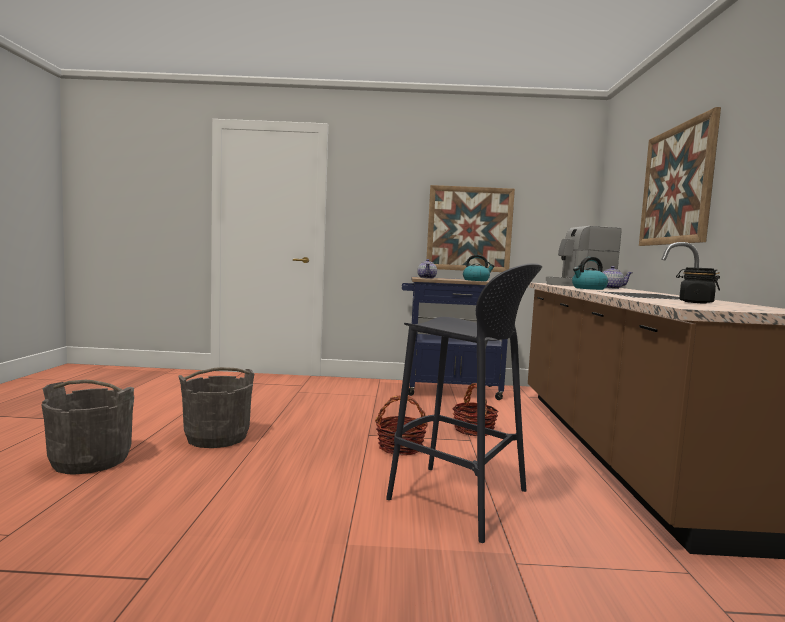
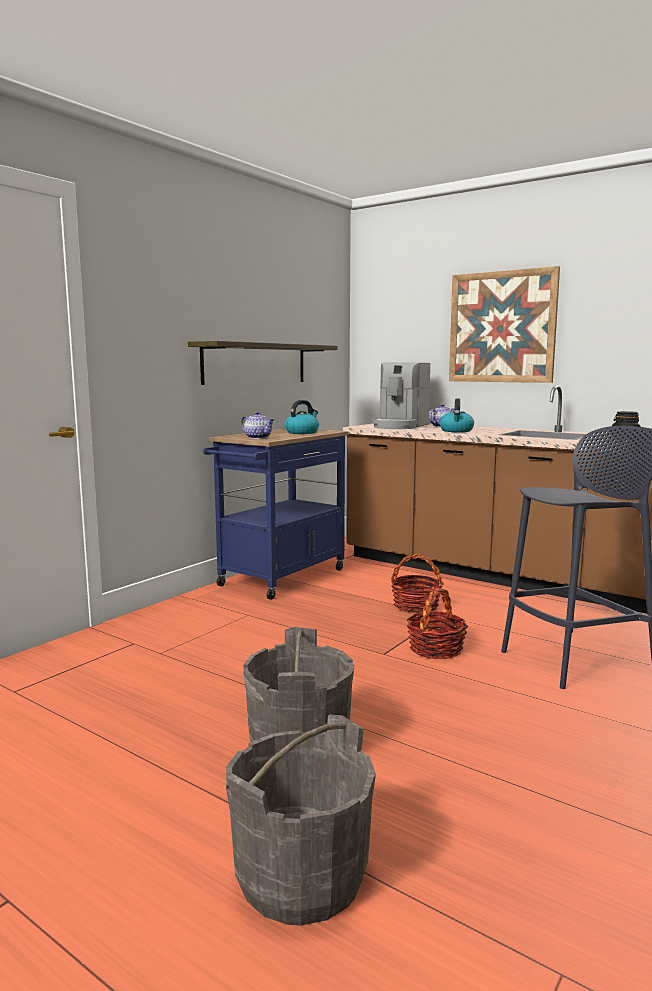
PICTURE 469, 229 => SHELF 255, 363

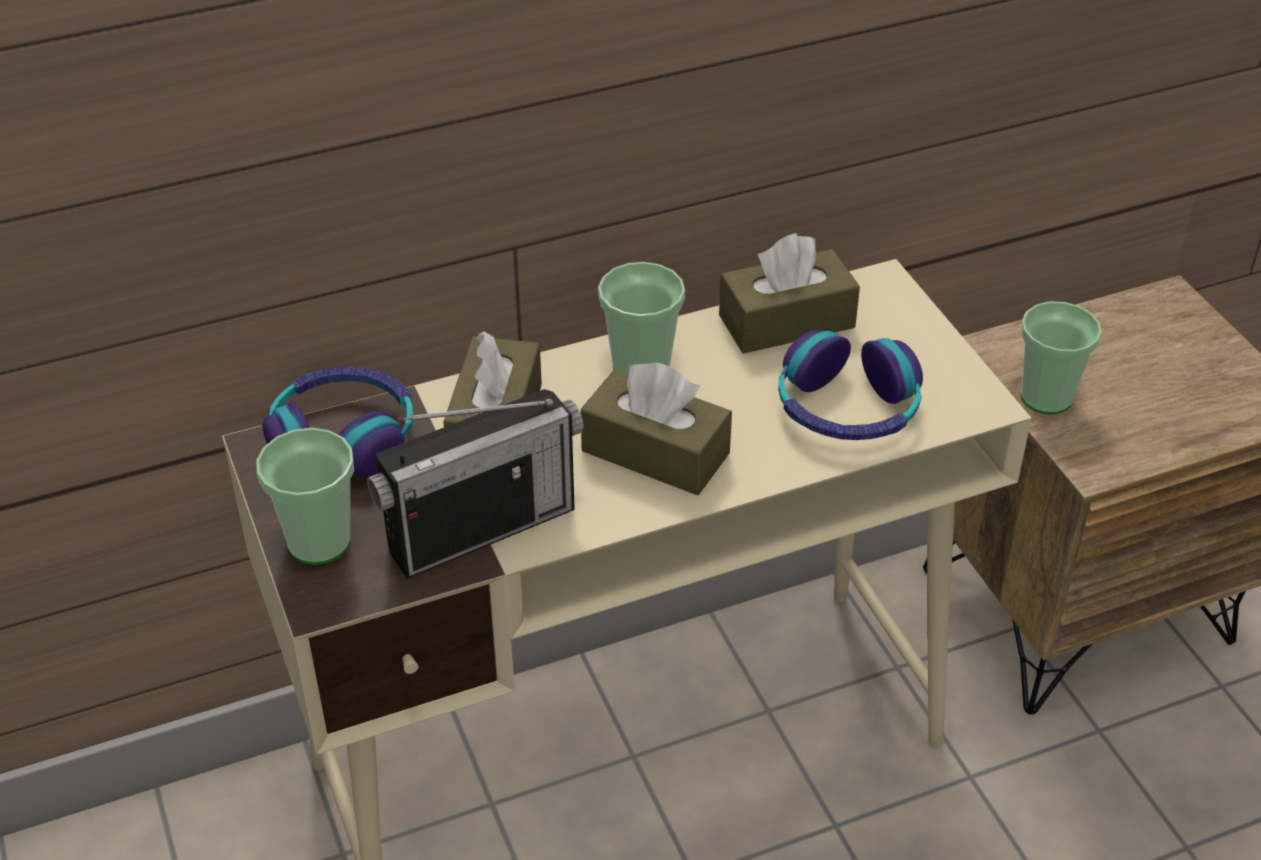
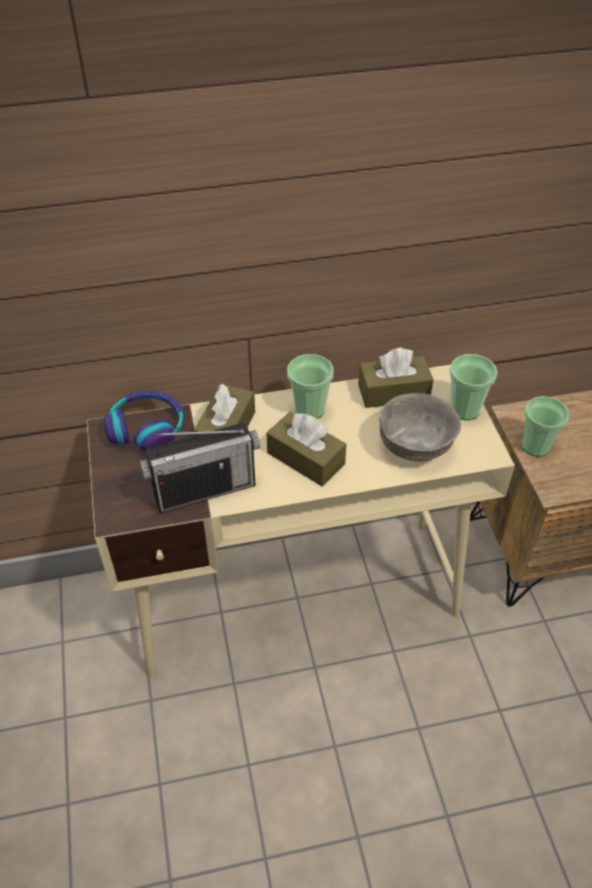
HEADPHONES 847, 408 => GREY BOWL 414, 446
CUP 319, 542 => CUP 465, 409, move

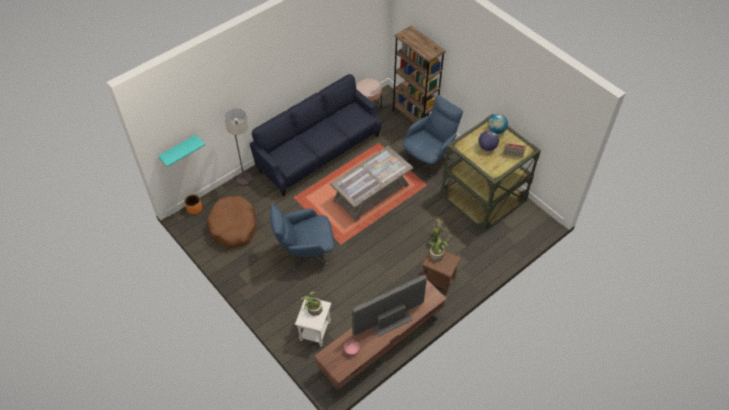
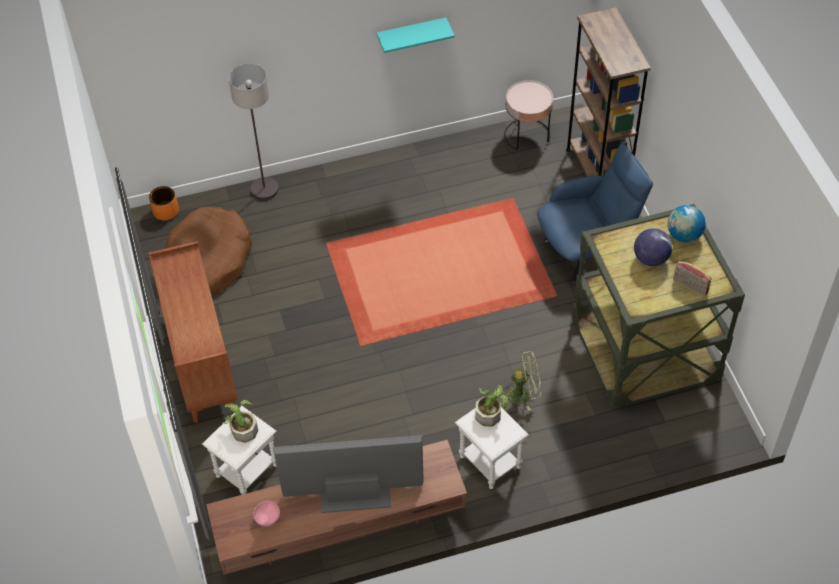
BLUE SOFA 318, 151 => nothing
TURQUOISE SHELF 178, 150 => TURQUOISE SHELF 411, 34, move
COFFEE TABLE 371, 193 => nothing
BLUE ARMCHAIR 306, 252 => nothing
BROWN SIDE TABLE 438, 280 => WHITE SIDE TABLE 489, 462
nothing => BROWN CABINET 202, 363

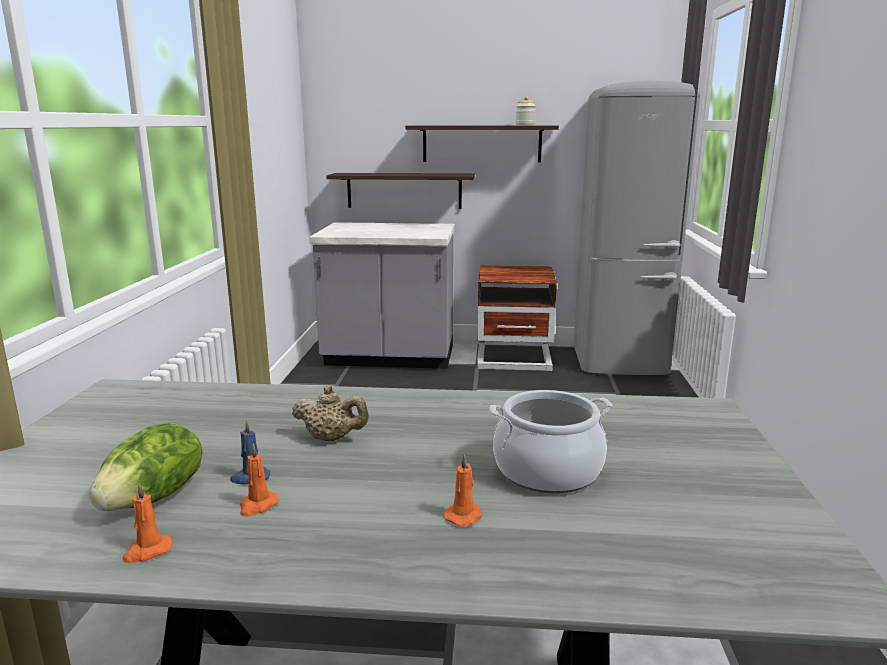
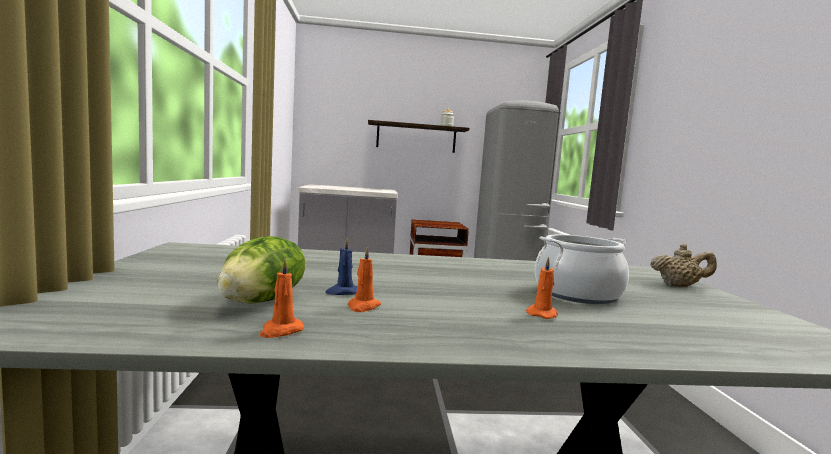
SHELF 404, 190 => nothing
BEIGE TEAPOT 331, 438 => BEIGE TEAPOT 679, 286, move

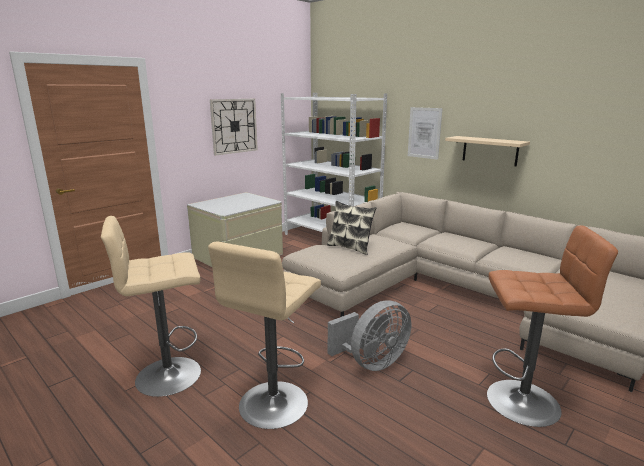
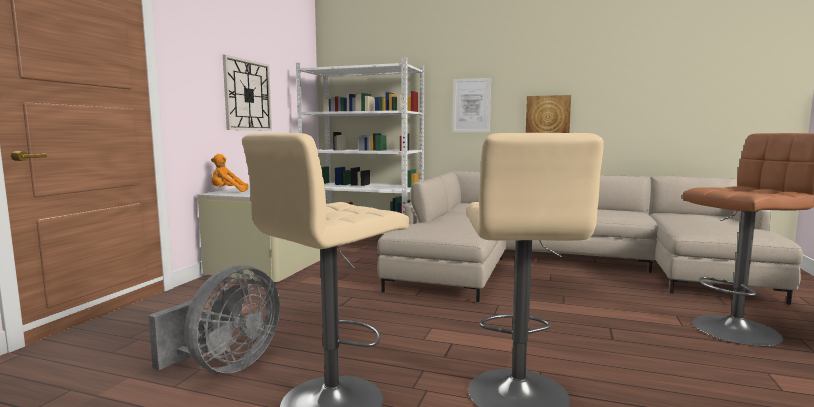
BEIGE SHELF 490, 150 => PICTURE 548, 117
PILLOW 350, 247 => nothing
GREY FAN 372, 363 => GREY FAN 226, 366, move
nothing => ORANGE PLUSH TOY 227, 192

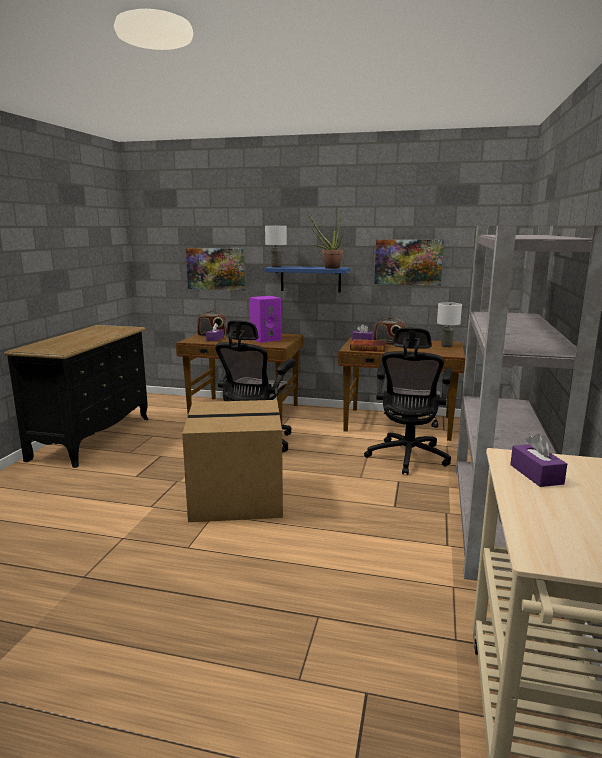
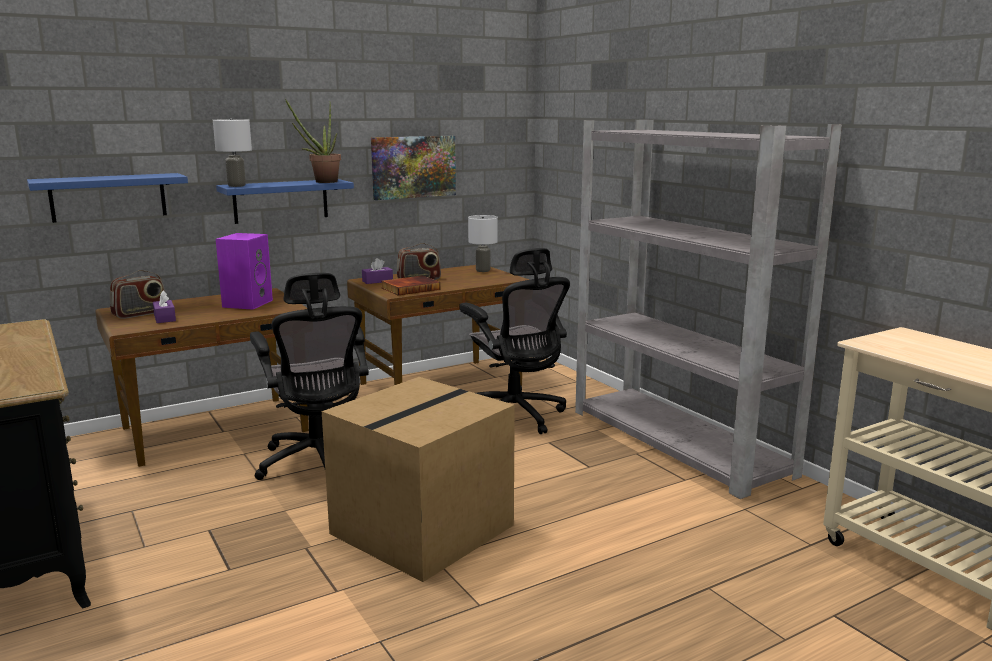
PICTURE 216, 268 => BLUE SHELF 108, 197
PURPLE TISSUE BOX 536, 474 => nothing

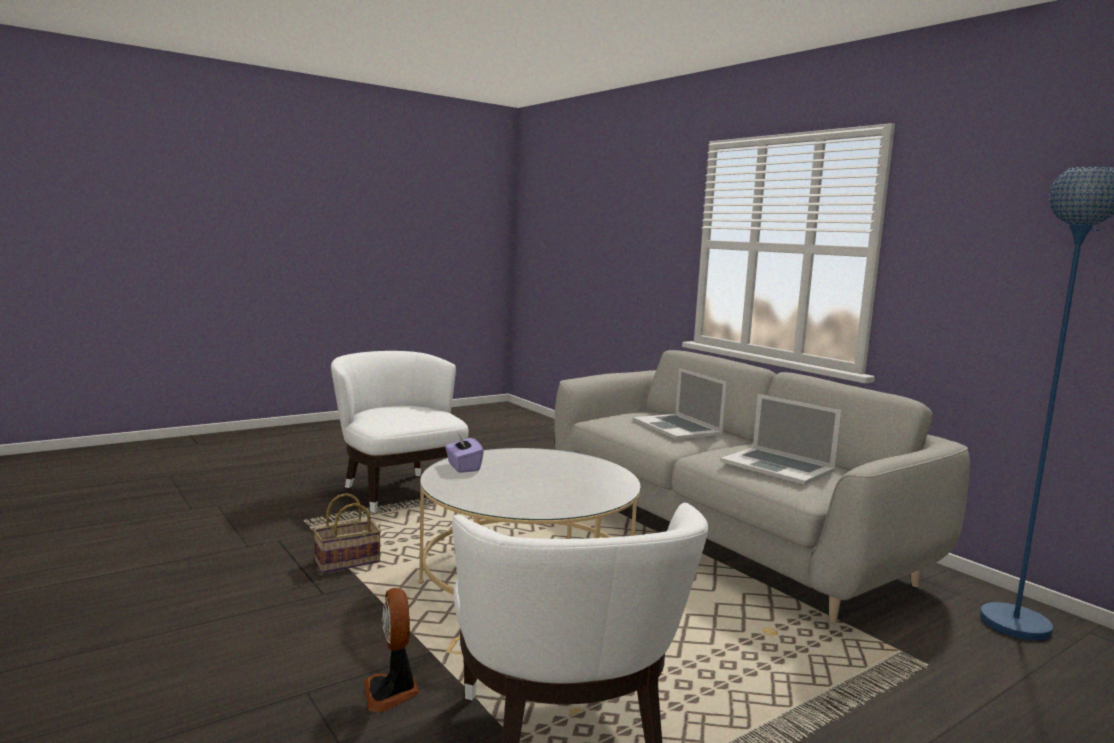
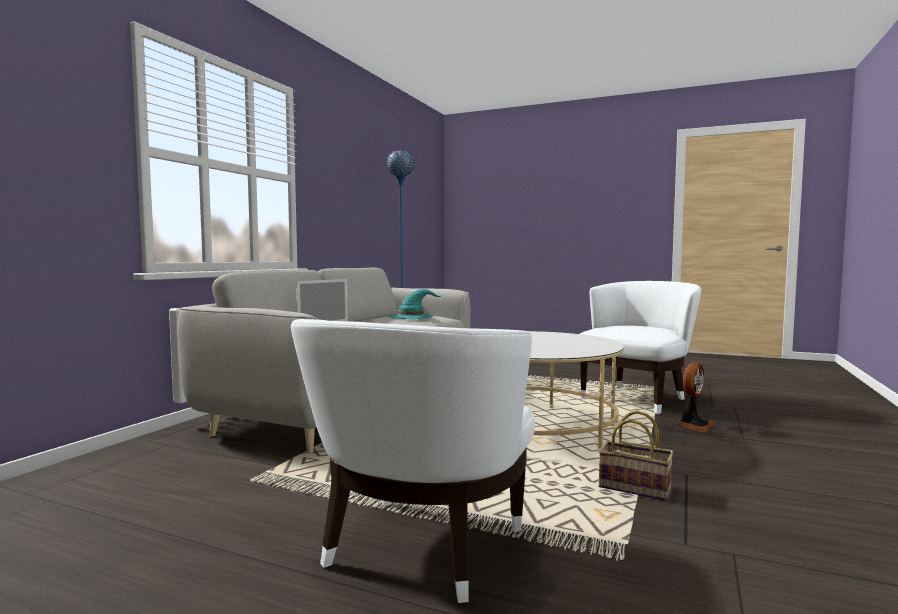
LAPTOP 777, 466 => TURQUOISE HAT 411, 316
PURPLE TISSUE BOX 463, 467 => nothing

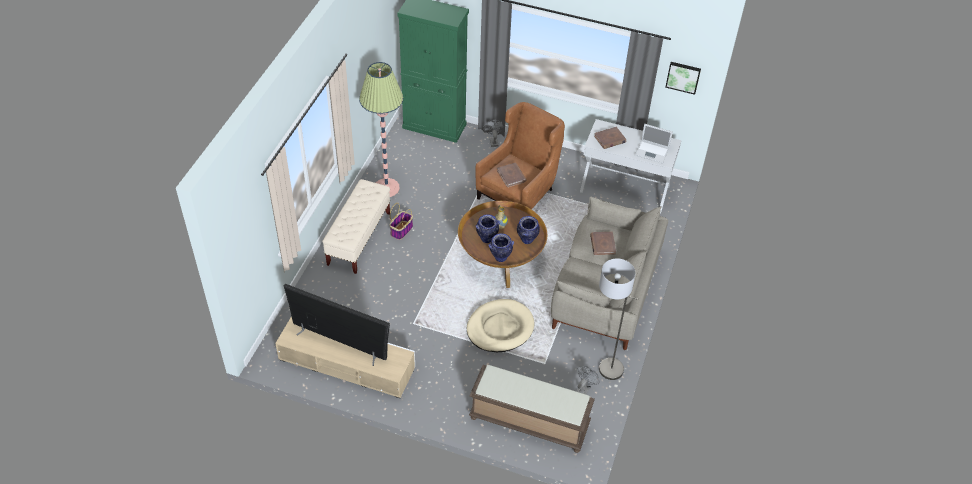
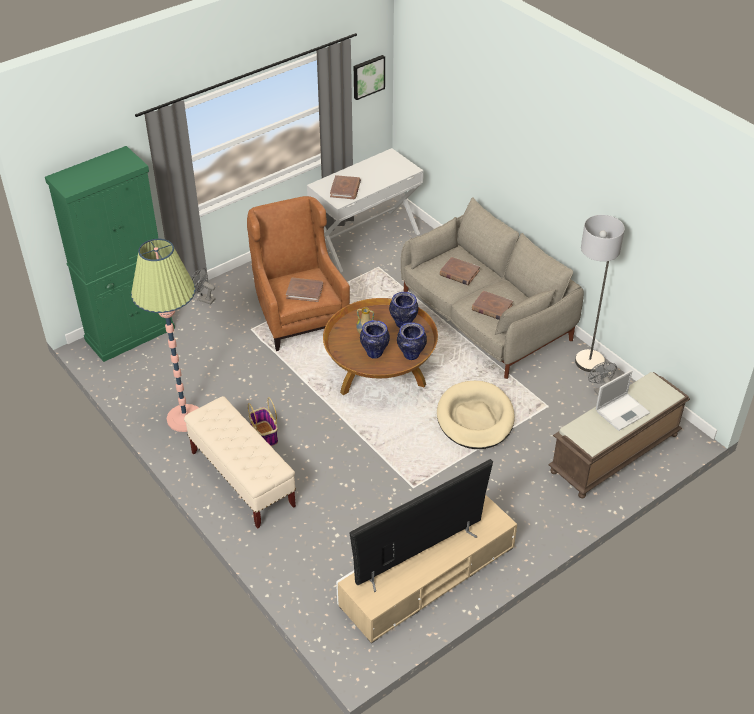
LAPTOP 652, 152 => LAPTOP 623, 411, move
nothing => BROWN BOOK 491, 307

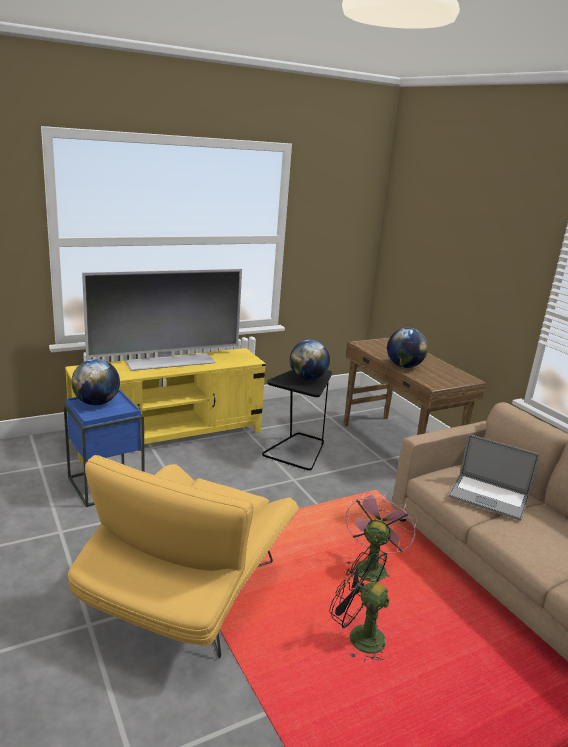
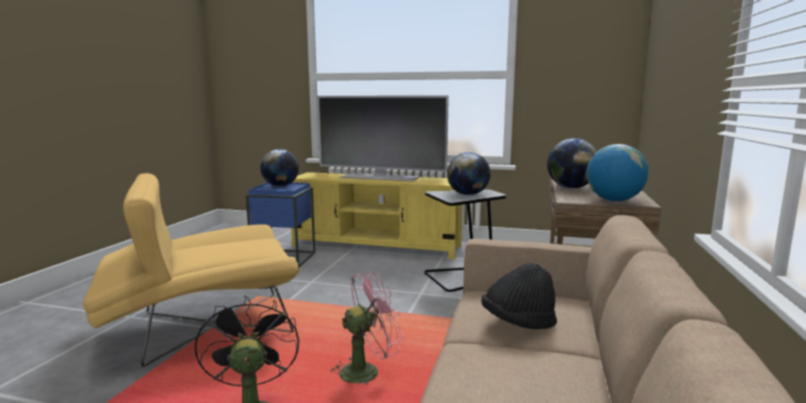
LAPTOP 488, 497 => BLACK HAT 518, 323
nothing => GLOBE 614, 200

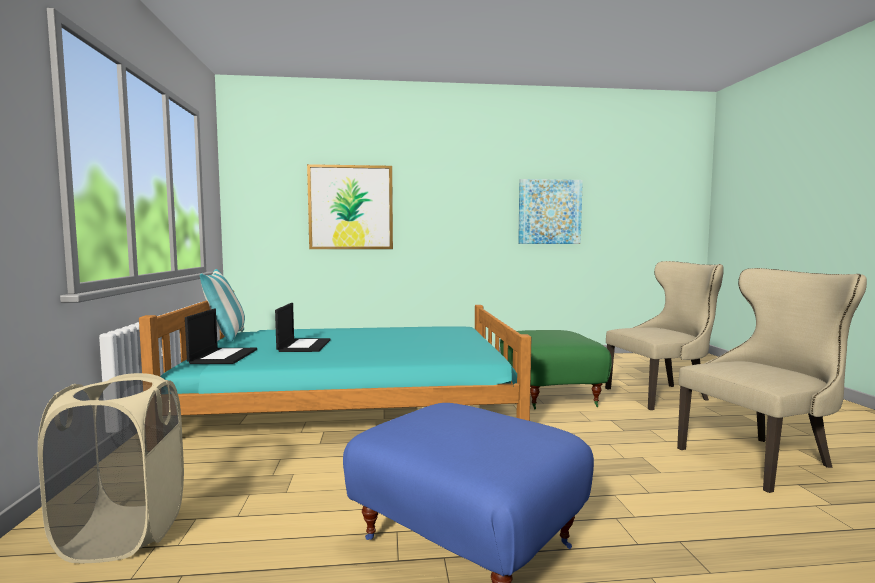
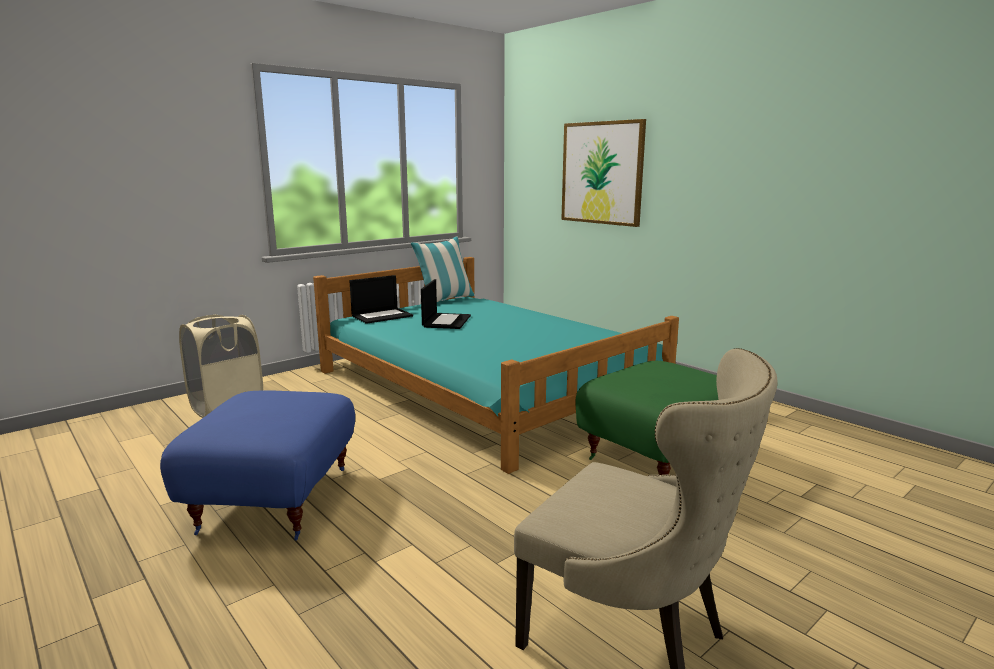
PICTURE 549, 212 => nothing
BEIGE CHAIR 661, 395 => nothing
LAPTOP 304, 345 => LAPTOP 446, 321, 45 degrees counterclockwise

